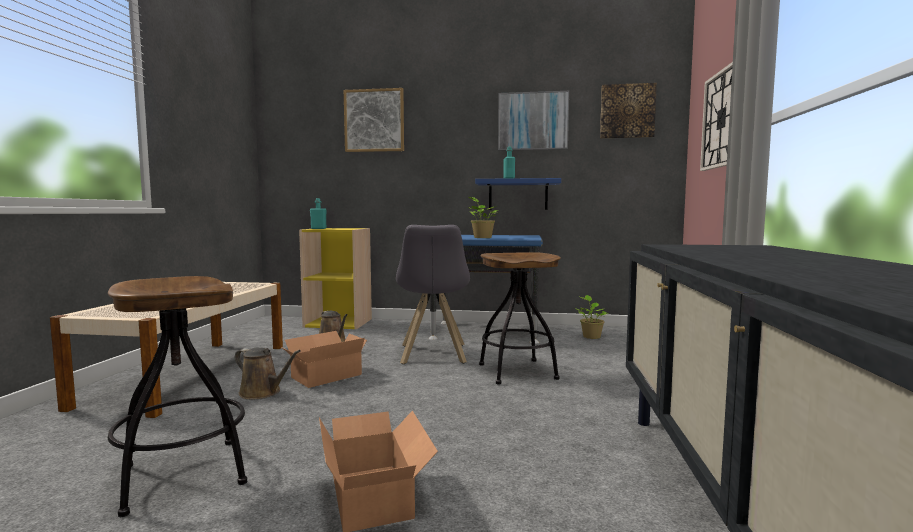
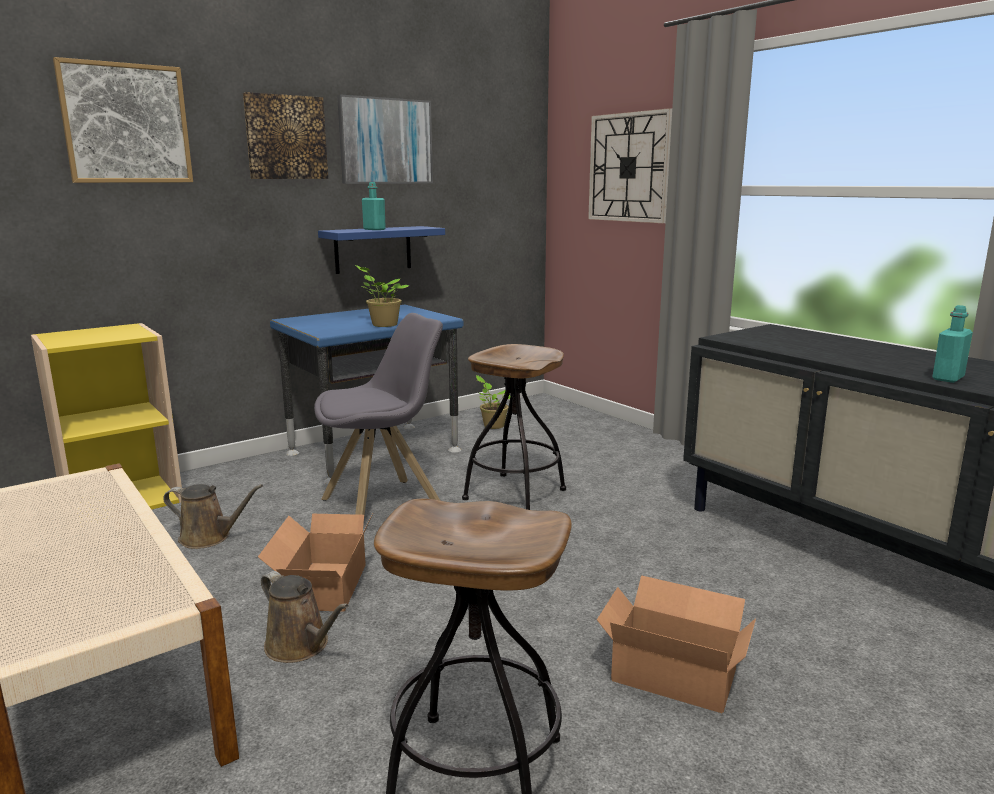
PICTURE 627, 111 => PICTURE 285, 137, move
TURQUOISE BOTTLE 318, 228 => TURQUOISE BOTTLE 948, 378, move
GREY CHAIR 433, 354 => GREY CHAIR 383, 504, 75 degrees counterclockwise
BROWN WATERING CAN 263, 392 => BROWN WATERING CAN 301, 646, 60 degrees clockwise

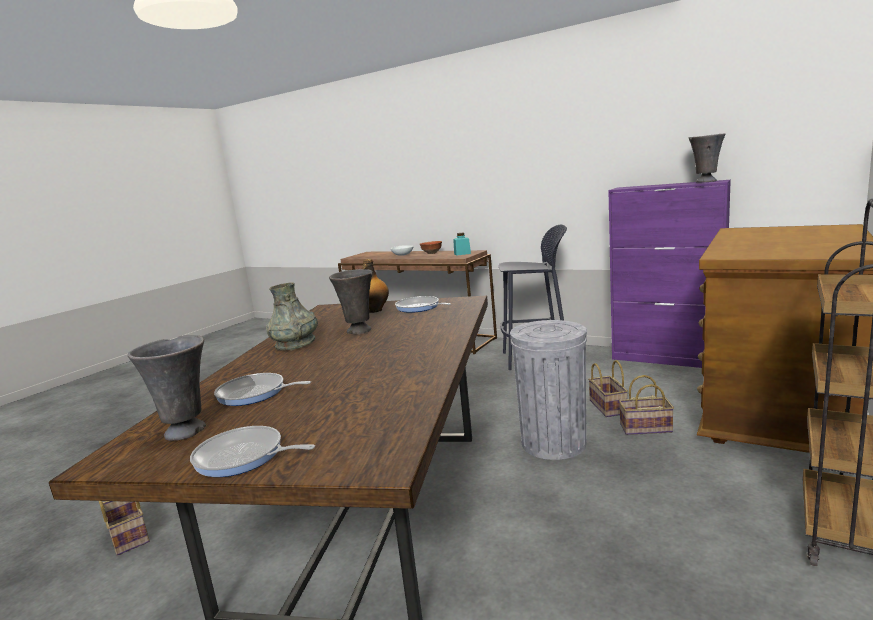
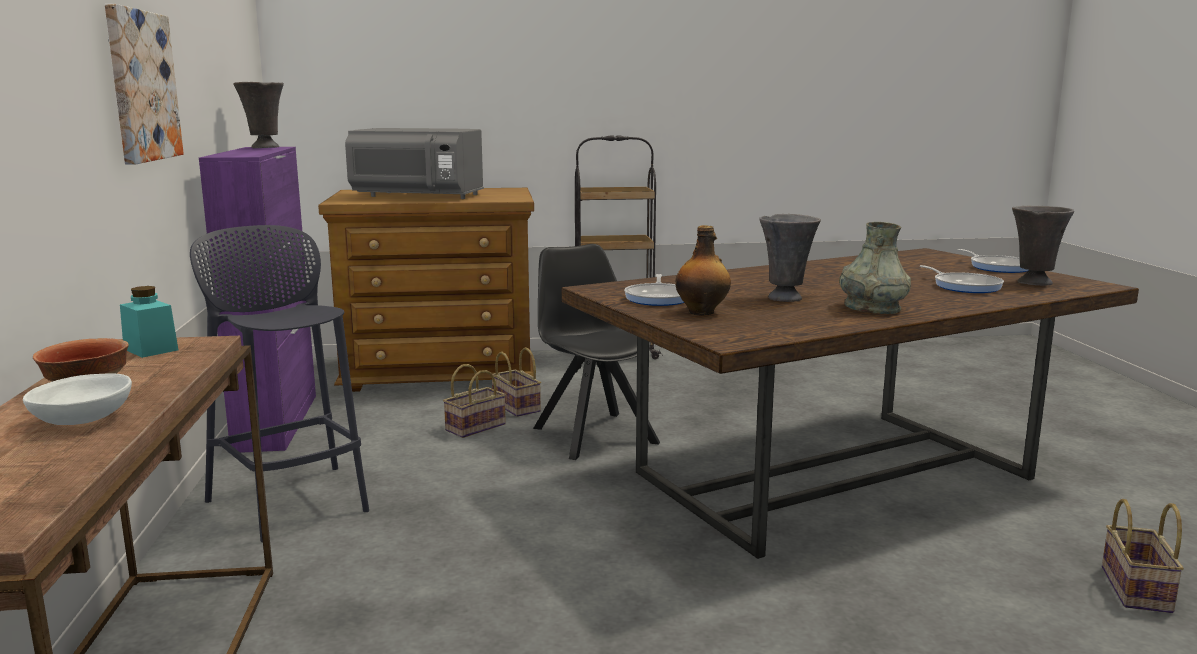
GREY TRASH CAN 553, 443 => BLACK CHAIR 594, 434
nothing => PICTURE 141, 86
nothing => GREY MICROWAVE 418, 196

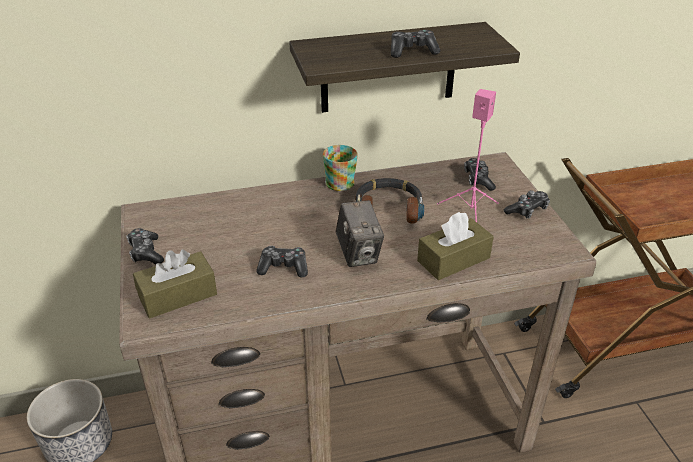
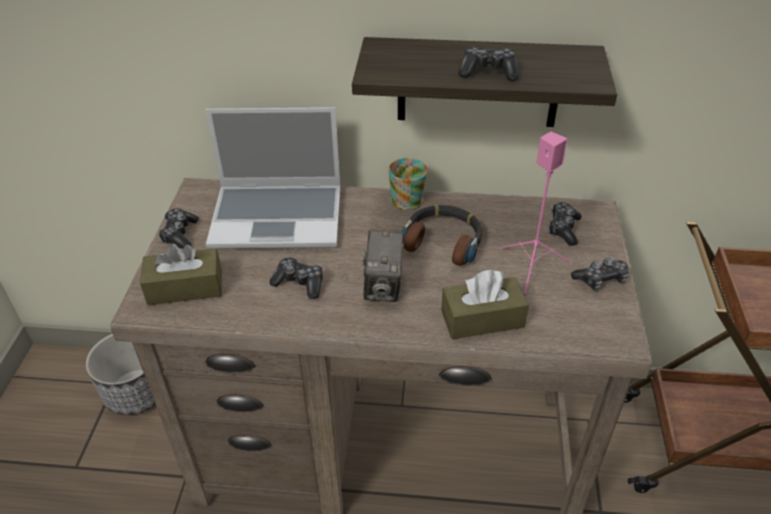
nothing => LAPTOP 279, 217

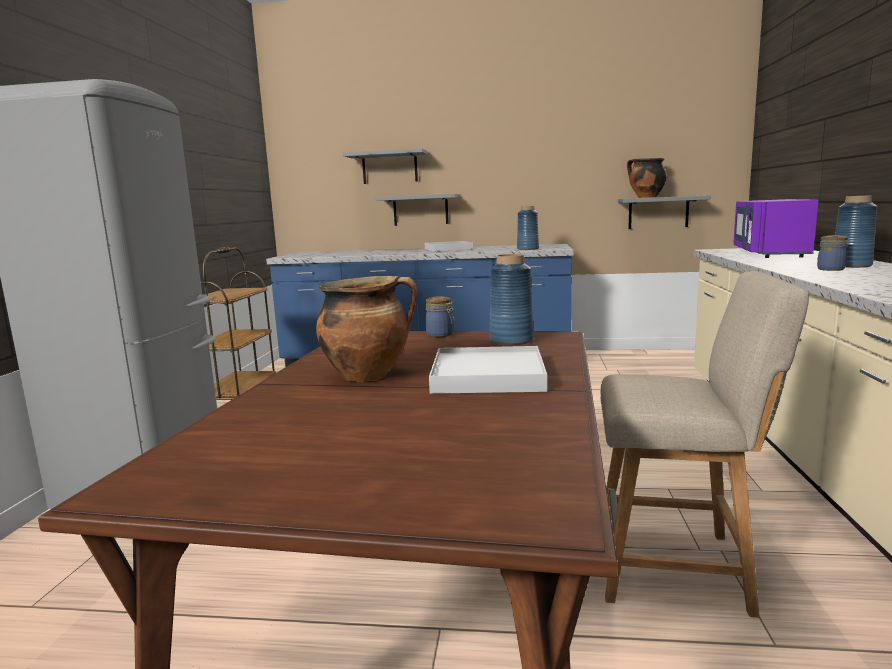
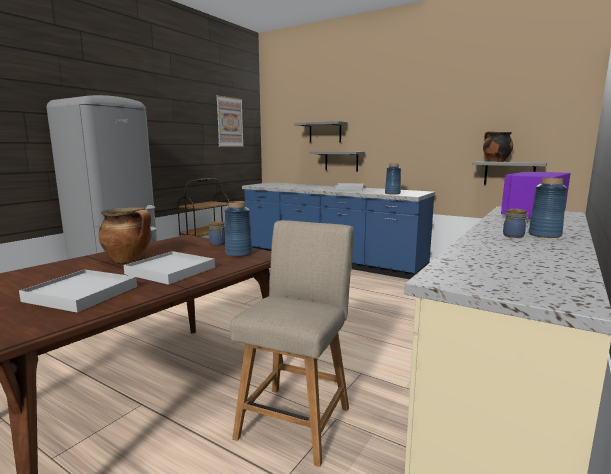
BEIGE CHAIR 679, 567 => BEIGE CHAIR 296, 419, 105 degrees counterclockwise
nothing => PICTURE 229, 122
nothing => WHITE TRAY 81, 294

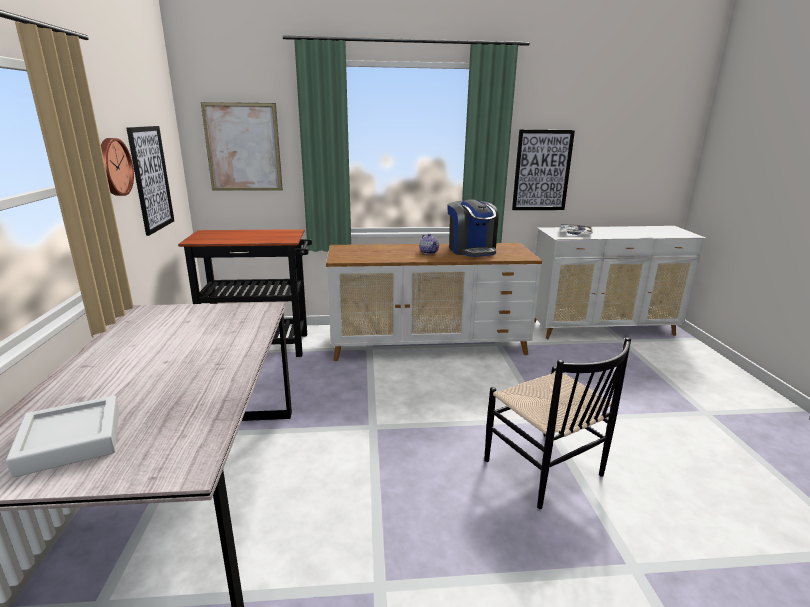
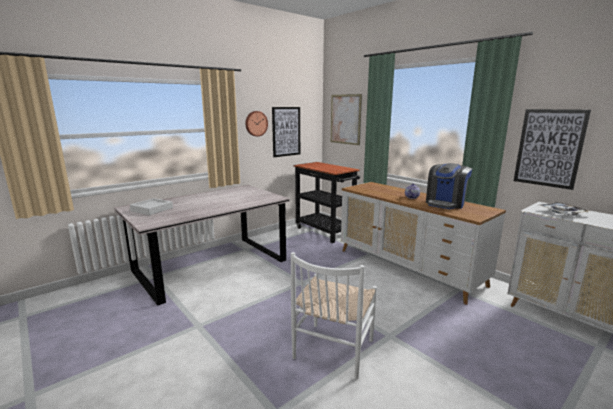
BLACK CHAIR 546, 471 => WHITE CHAIR 332, 352

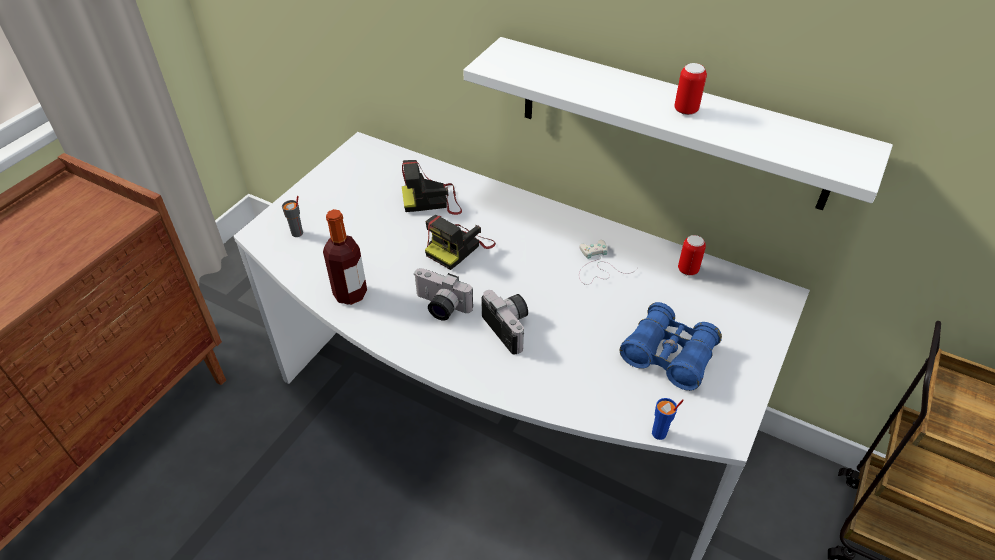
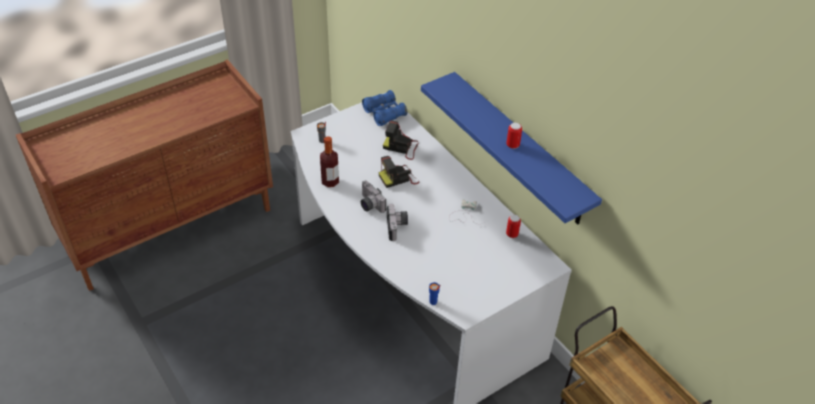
WHITE SHELF 671, 123 => BLUE SHELF 519, 149
BLUE BINOCULARS 668, 355 => BLUE BINOCULARS 384, 113, move

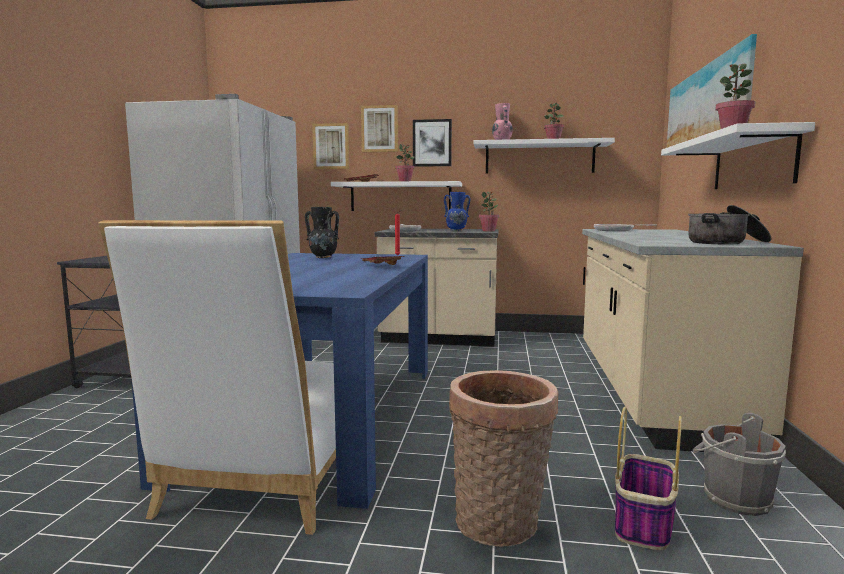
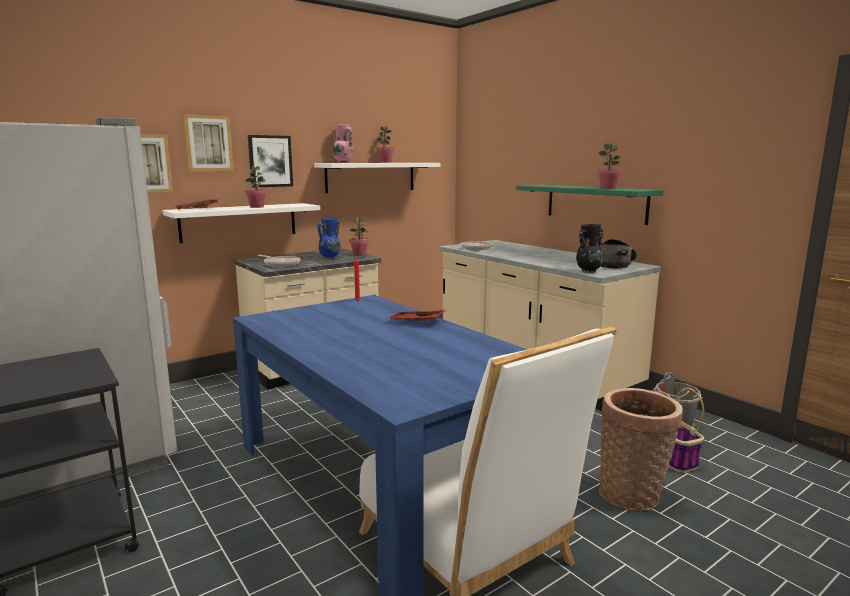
PICTURE 707, 103 => nothing
WHITE SHELF 752, 162 => GREEN SHELF 595, 203
BLACK VASE 323, 257 => BLACK VASE 588, 271, move

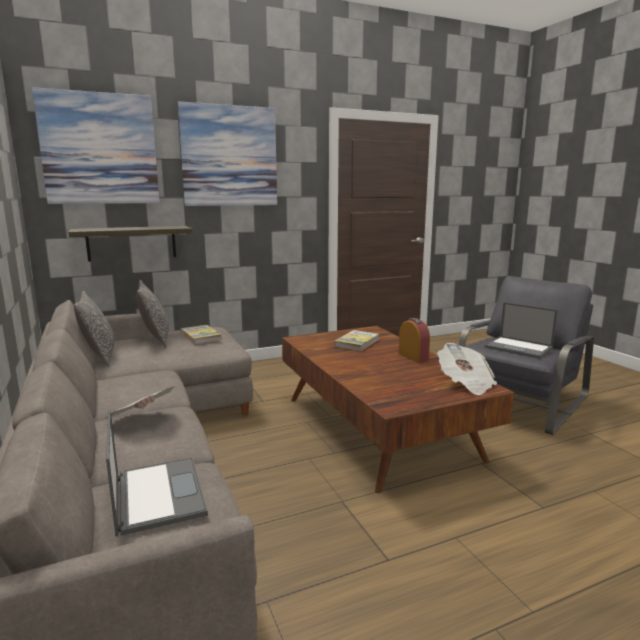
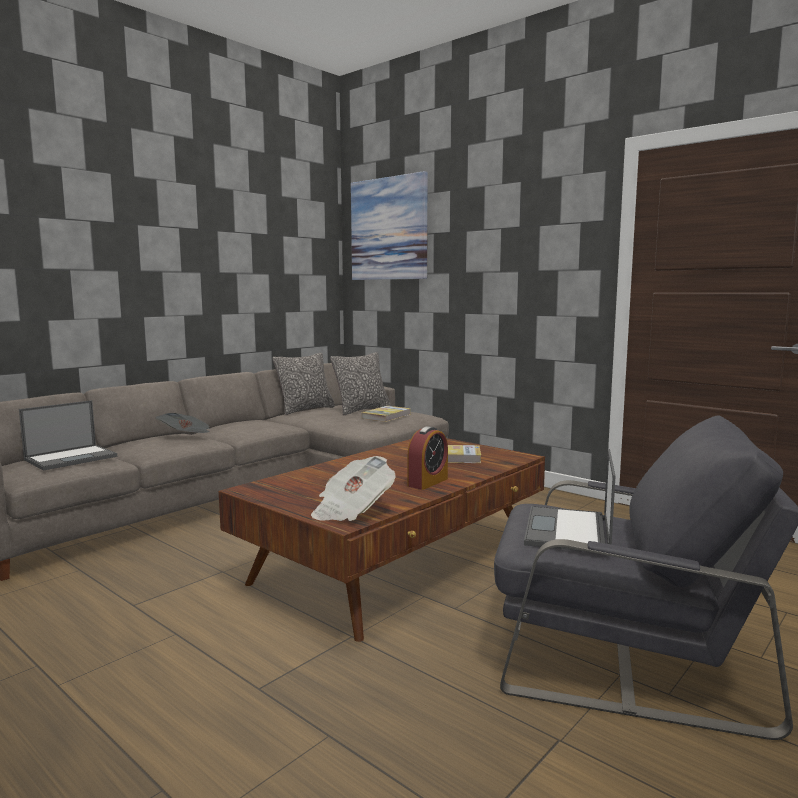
PICTURE 229, 156 => nothing
SHELF 132, 243 => nothing

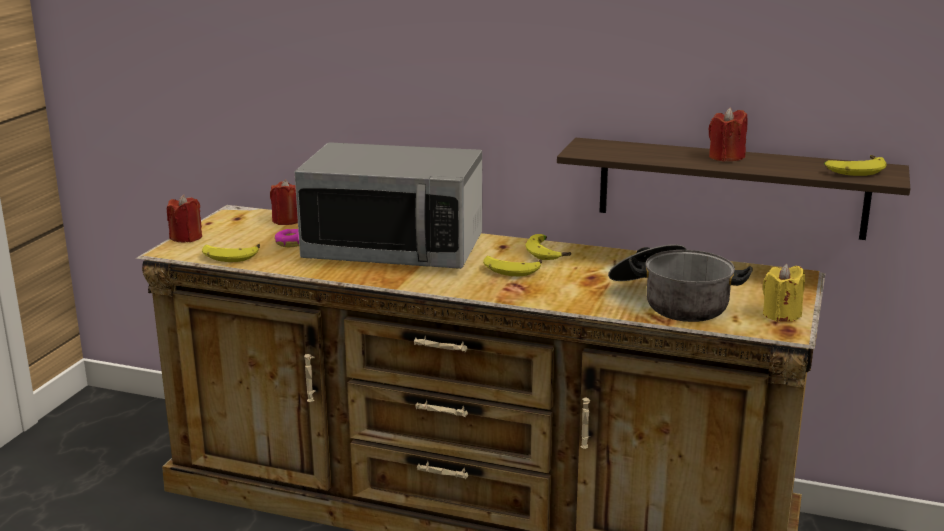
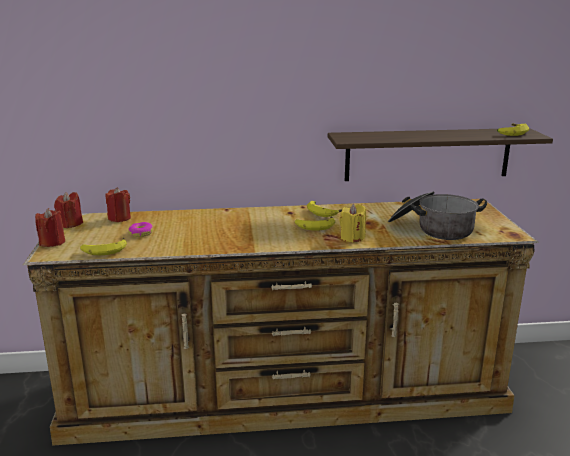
RED CANDLE 726, 157 => RED CANDLE 70, 224, move
MICROWAVE 394, 250 => nothing
YELLOW CANDLE 781, 315 => YELLOW CANDLE 352, 238, move

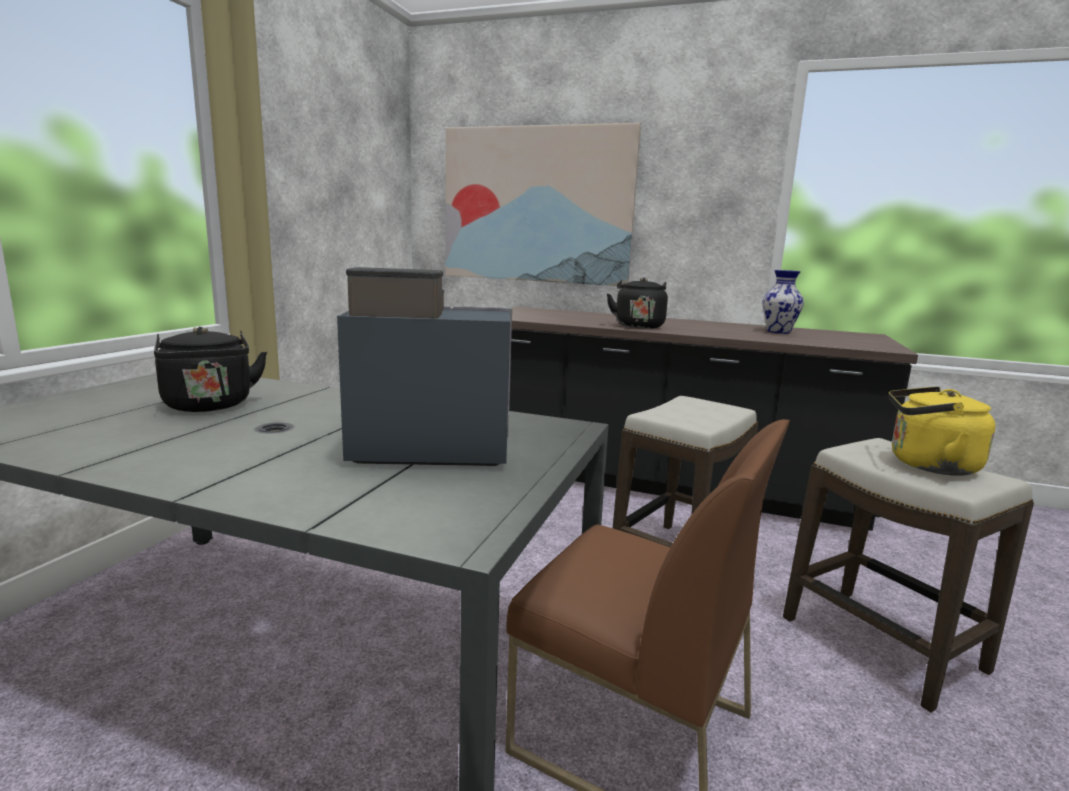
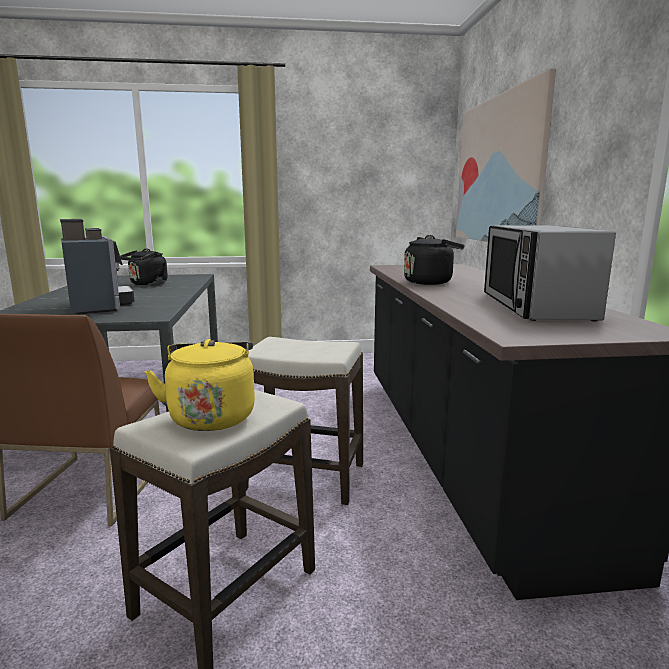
VASE 779, 332 => MICROWAVE 534, 306

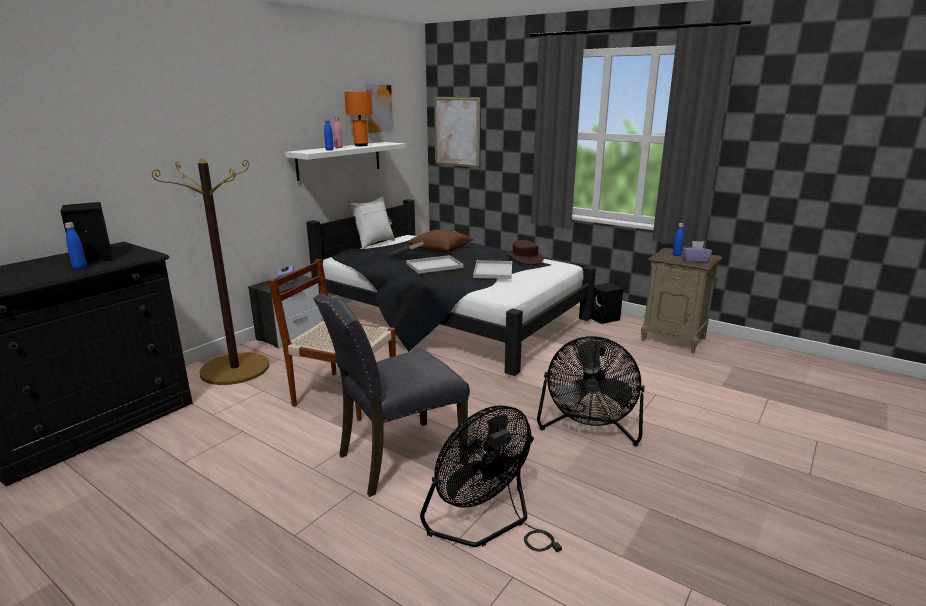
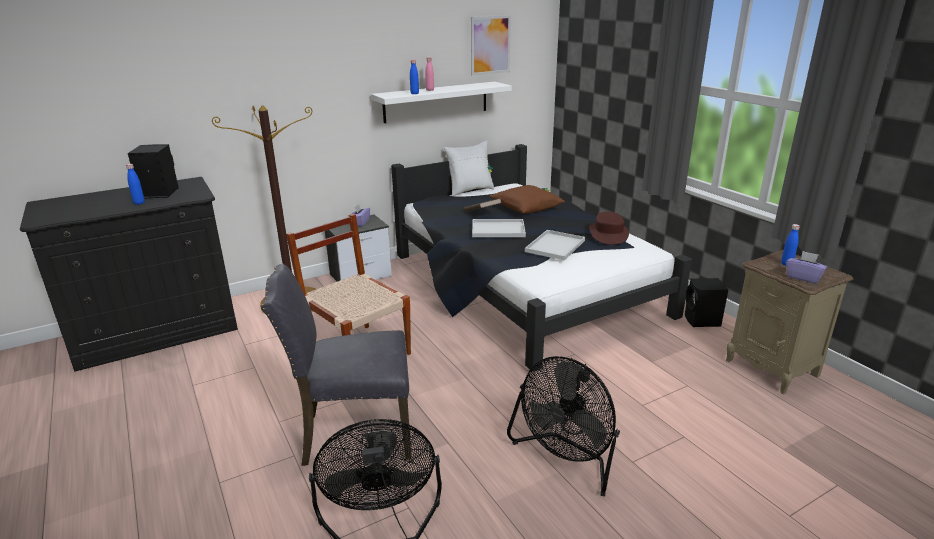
ORANGE TABLE LAMP 360, 145 => nothing
PICTURE 457, 132 => nothing

